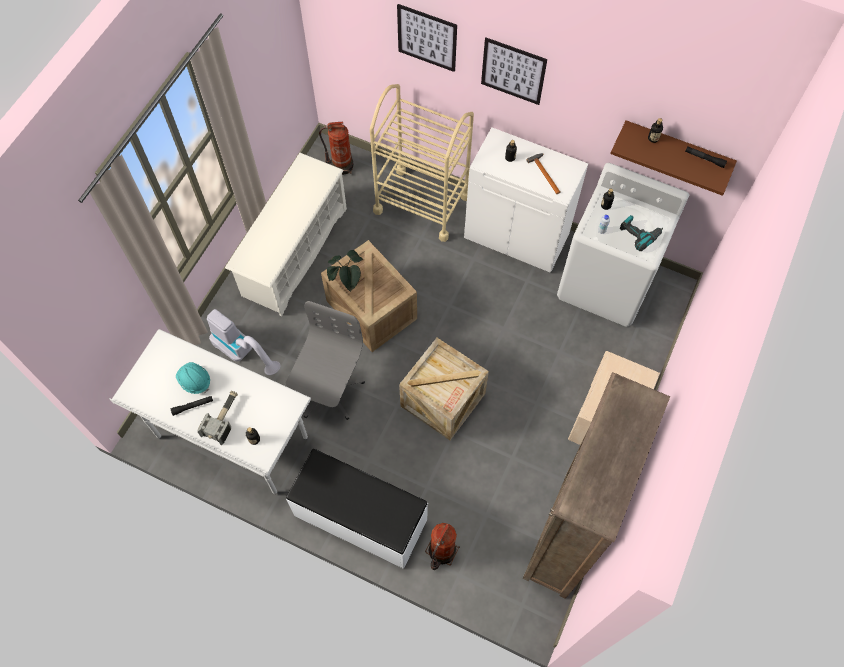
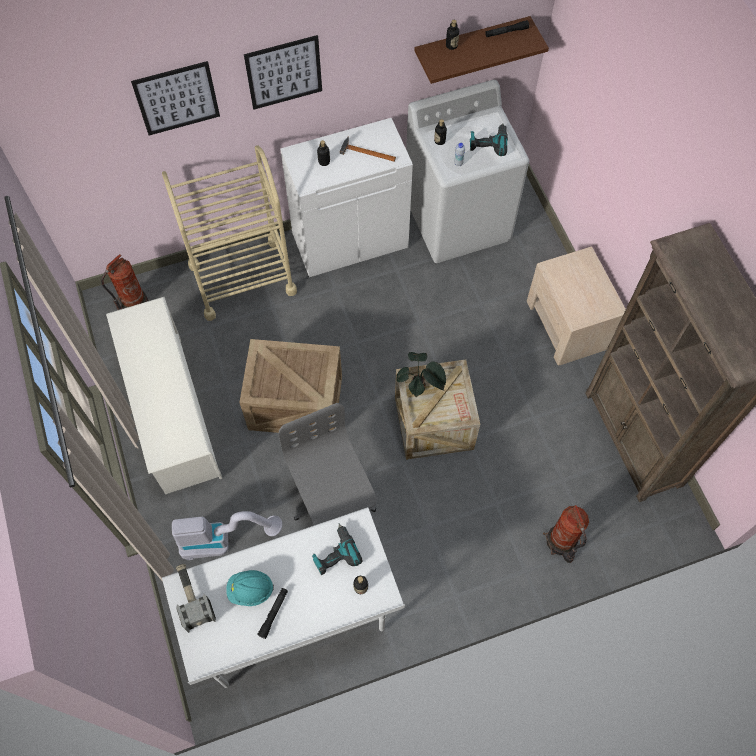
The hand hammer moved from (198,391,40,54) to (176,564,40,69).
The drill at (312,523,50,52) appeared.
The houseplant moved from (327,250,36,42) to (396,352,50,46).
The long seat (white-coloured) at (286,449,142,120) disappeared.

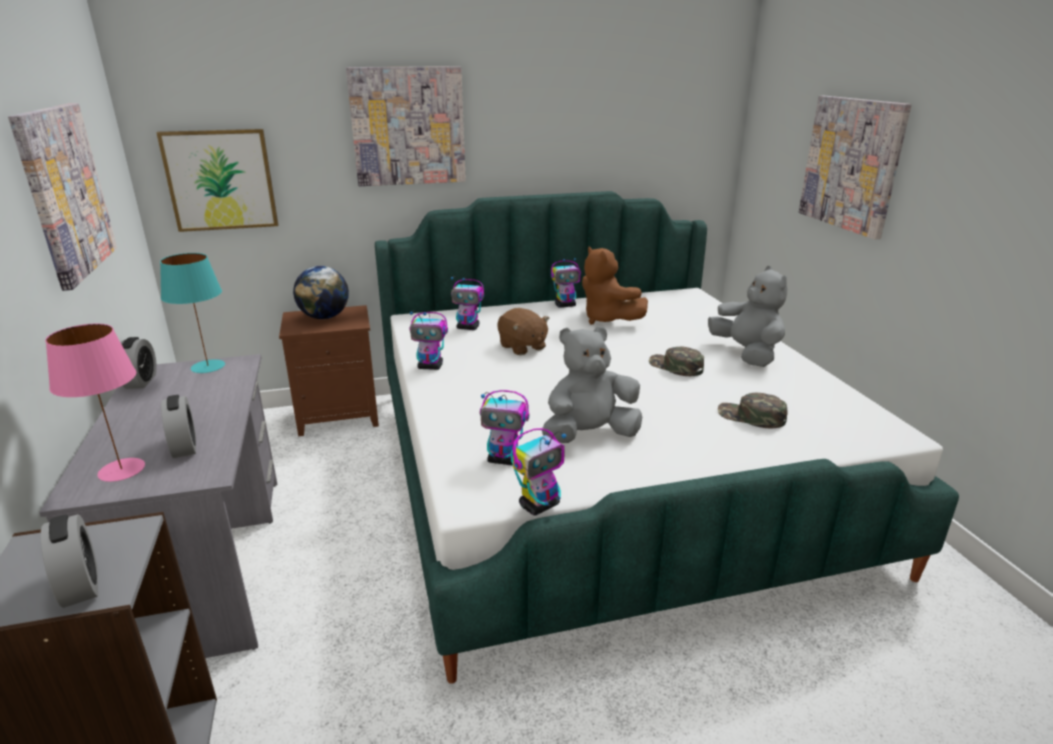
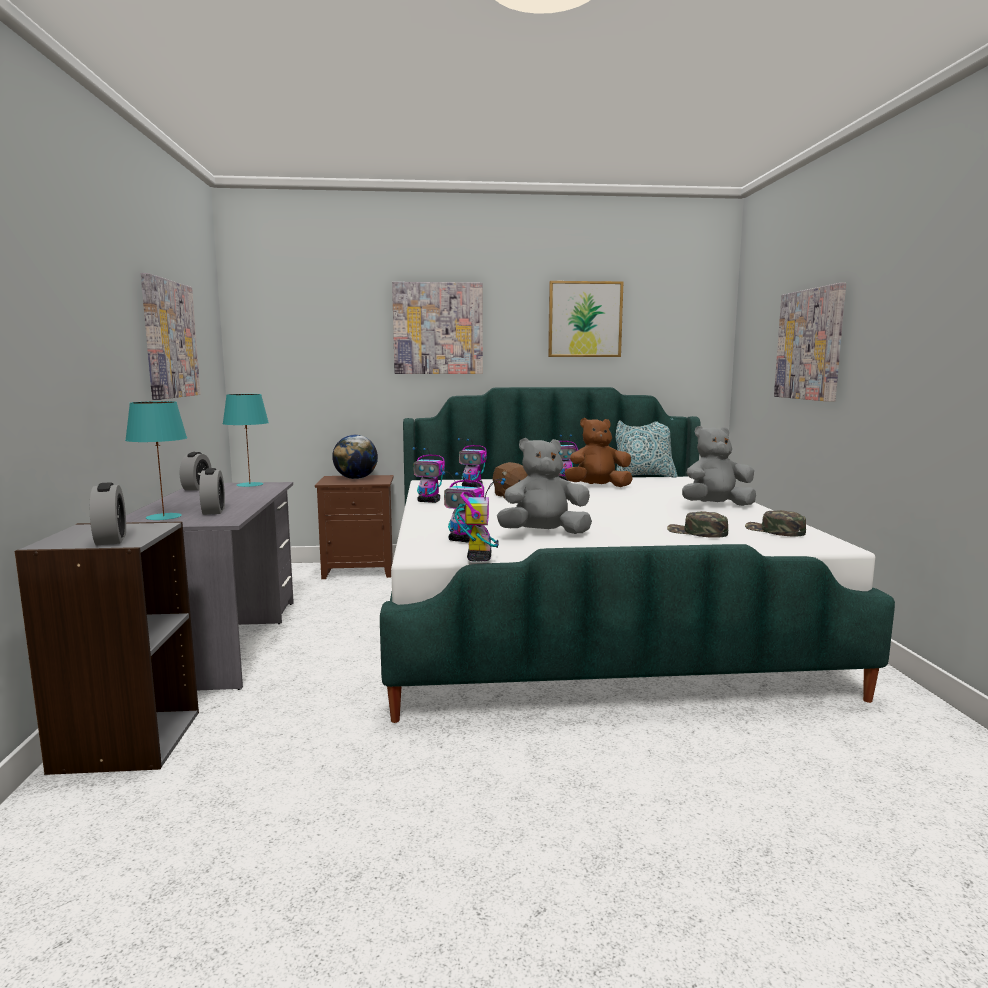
The table lamp (pink) at (45,324,100,158) became the table lamp (turquoise) at (125,401,62,119).
The toy robot at (511,428,55,88) turned 60 degrees counterclockwise.
The wall art moved from (156,129,122,103) to (548,281,75,76).
The soft toy (brown-coloured) at (582,246,66,78) turned 105 degrees clockwise.
The cushion at (615,419,62,59) appeared.
The soft toy (gray) at (708,266,80,101) turned 90 degrees counterclockwise.
The cap (green) moved from (649,346,55,30) to (745,510,61,26).

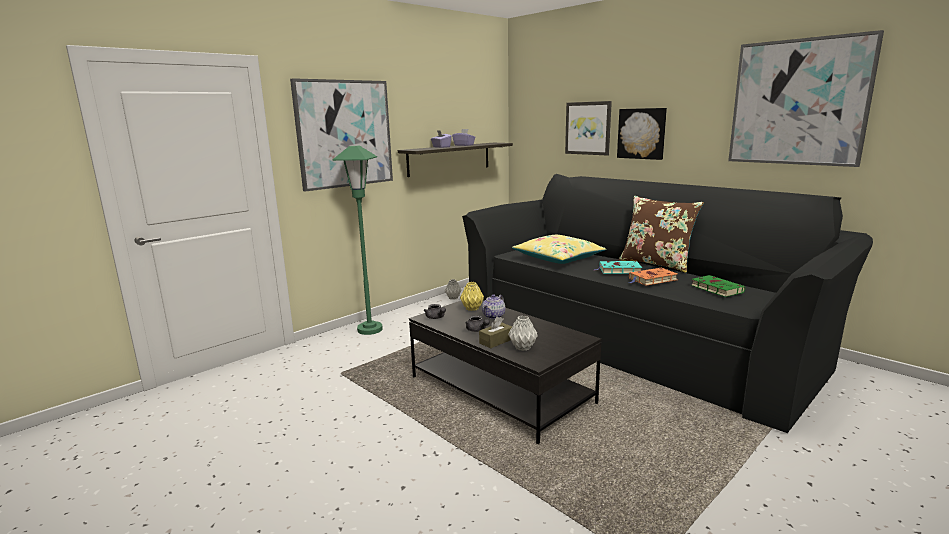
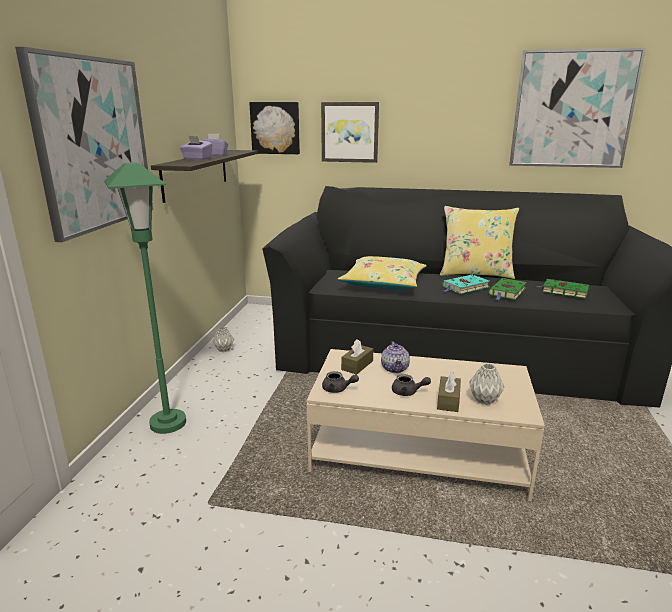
The wall art moved from (617,108,50,52) to (249,102,51,52).
The lounge table (black-coloured) at (409,300,192,144) became the lounge table (beige) at (307,349,238,152).
The flower vase (yellow) at (460,282,24,29) was replaced by the tissue box (brown-coloured) at (341,339,32,36).
The cushion (brown-coloured) at (619,196,85,77) became the cushion (yellow) at (440,206,79,73).
The bound book (orangey) at (629,268,48,18) became the bound book (green) at (488,278,39,22).

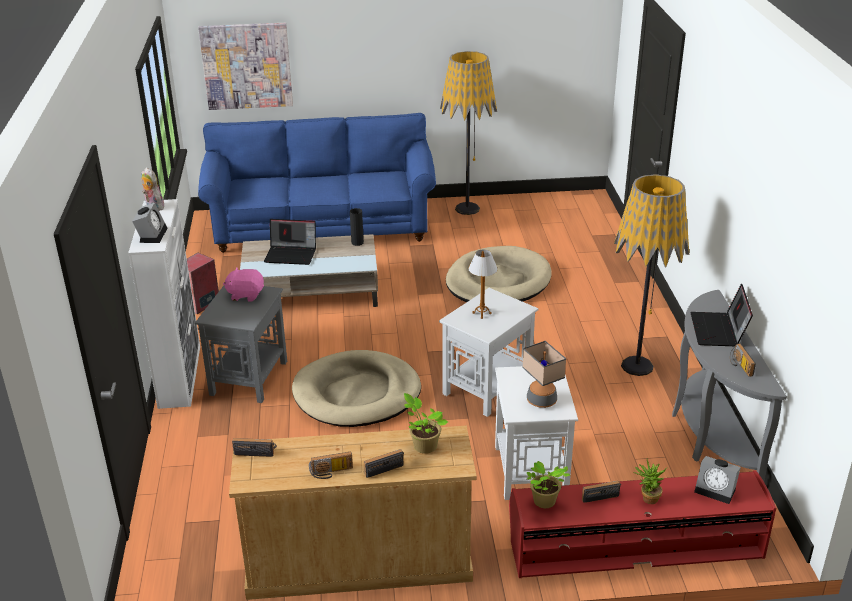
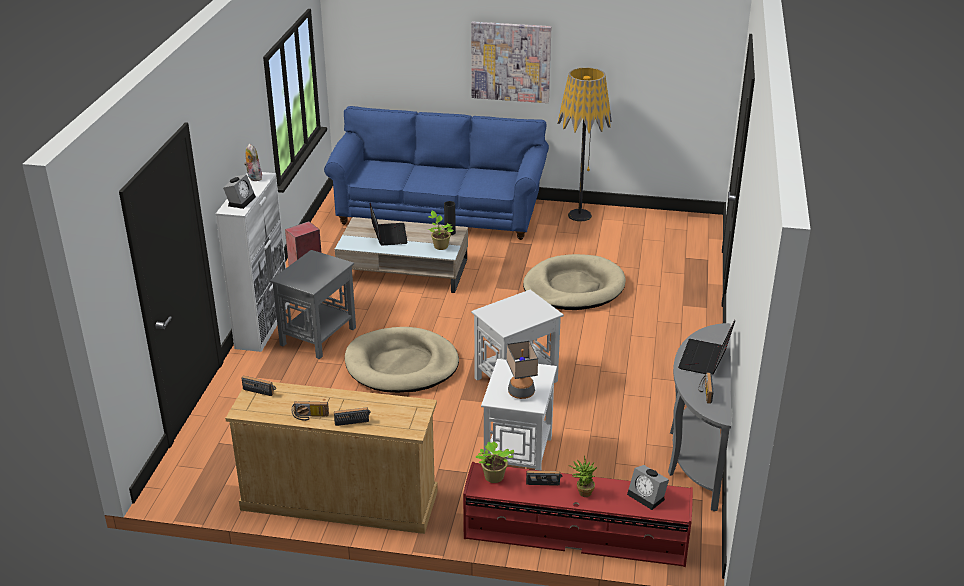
The portable computer at (264,219,52,46) turned 120 degrees counterclockwise.
The houseplant moved from (404,393,44,61) to (428,211,25,39).
The wall art moved from (198,23,95,87) to (471,21,80,82).
The soft toy (pink) at (223,267,41,35) disappeared.
The table lamp at (469,250,29,69) disappeared.
The standing lamp at (614,174,75,202) disappeared.

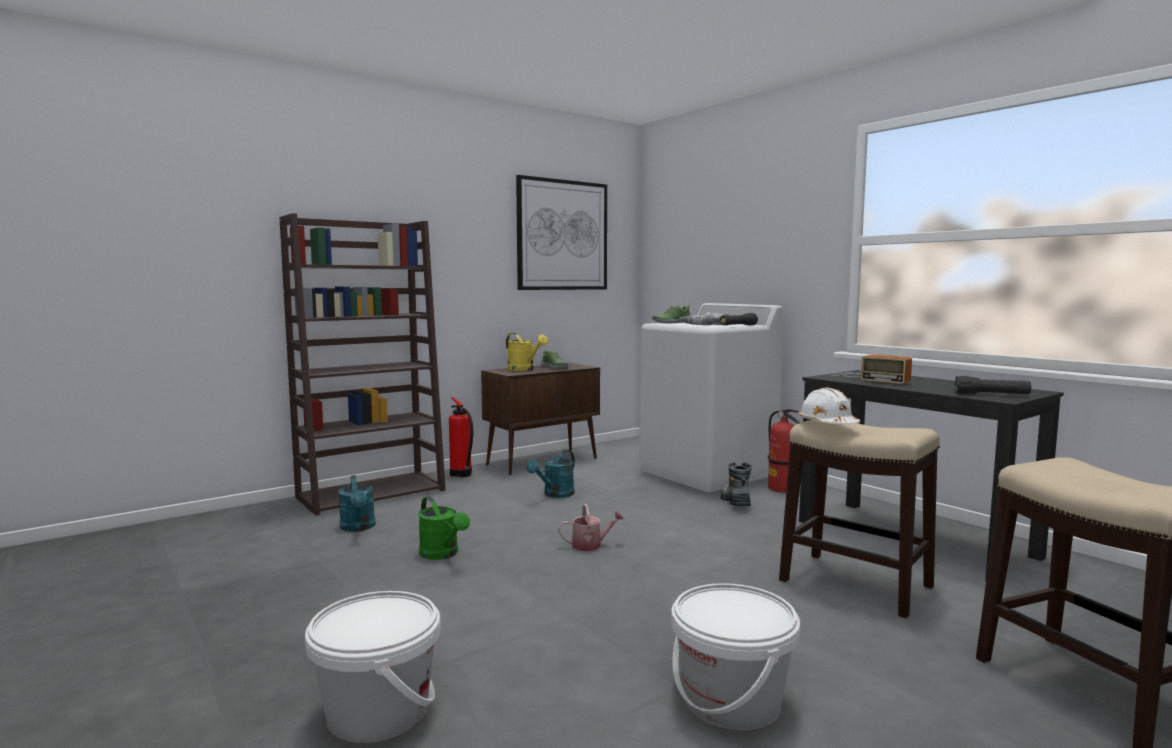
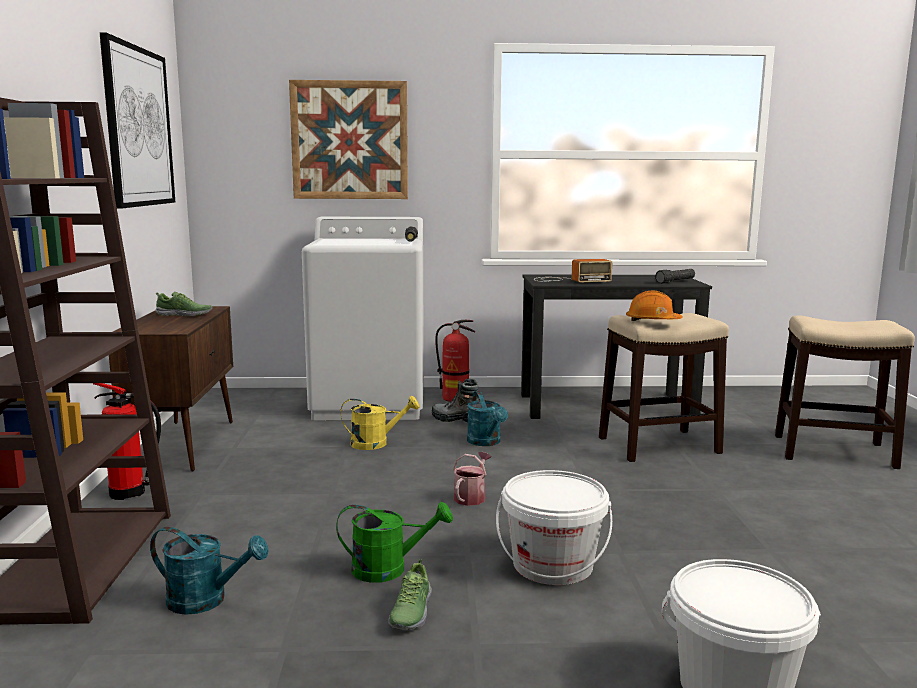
The wall art at (289,80,119,119) appeared.
The watering can (yellow) moved from (506,333,42,38) to (341,396,78,54).
The item of footwear moved from (652,305,38,19) to (388,559,44,71).
The watering can (turquoise) moved from (527,450,48,48) to (467,391,41,55).
The bucket (white-coloured) moved from (671,583,129,147) to (496,470,116,115).
The safety helmet (white-coloured) at (799,388,61,37) became the safety helmet (orangey) at (626,290,57,31).
The drill at (679,313,51,12) disappeared.

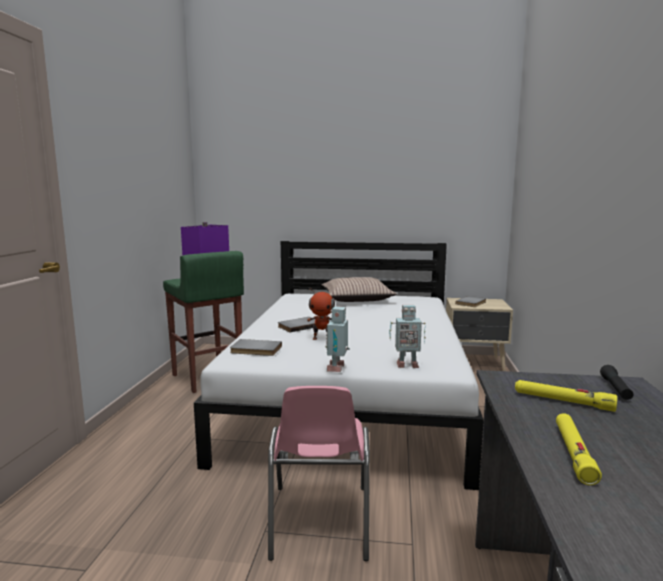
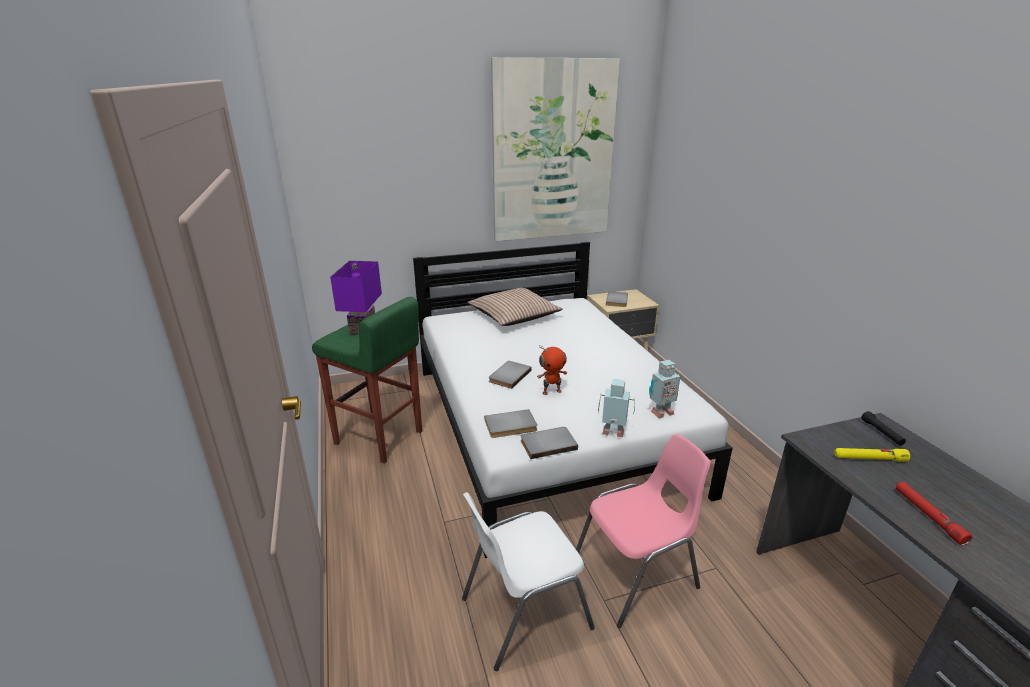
The upright chair (white-coloured) at (462,492,133,179) appeared.
The wall art at (491,57,129,184) appeared.
The bound book (gray) at (521,427,57,32) appeared.
The upright chair (pink) at (268,386,102,175) turned 90 degrees counterclockwise.
The toy robot at (325,306,25,66) turned 120 degrees clockwise.
The flashlight (yellow) at (556,413,46,72) became the flashlight (red-coloured) at (896,482,76,63).

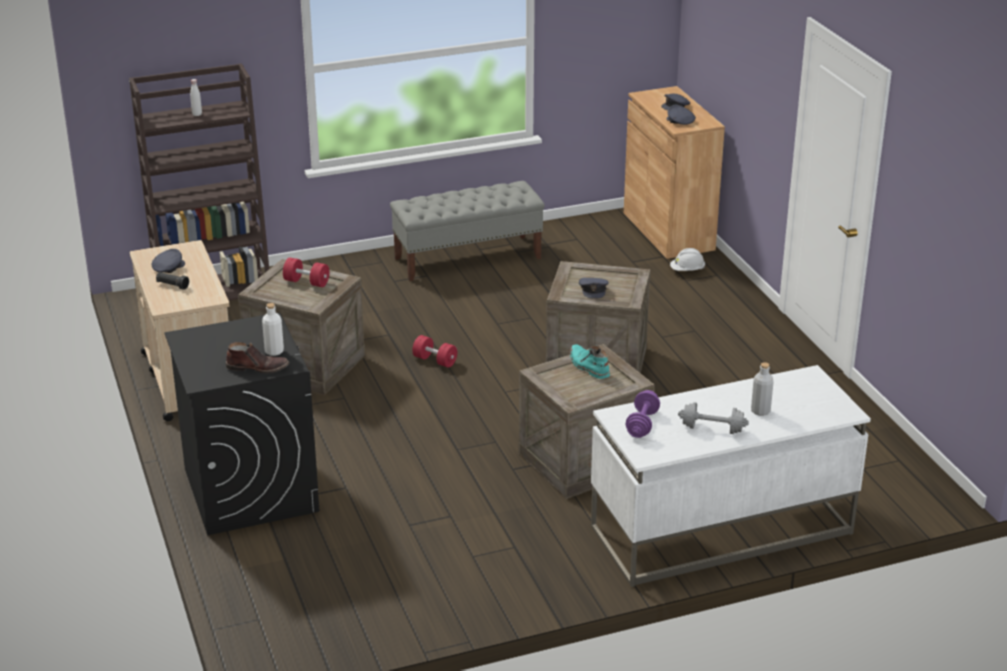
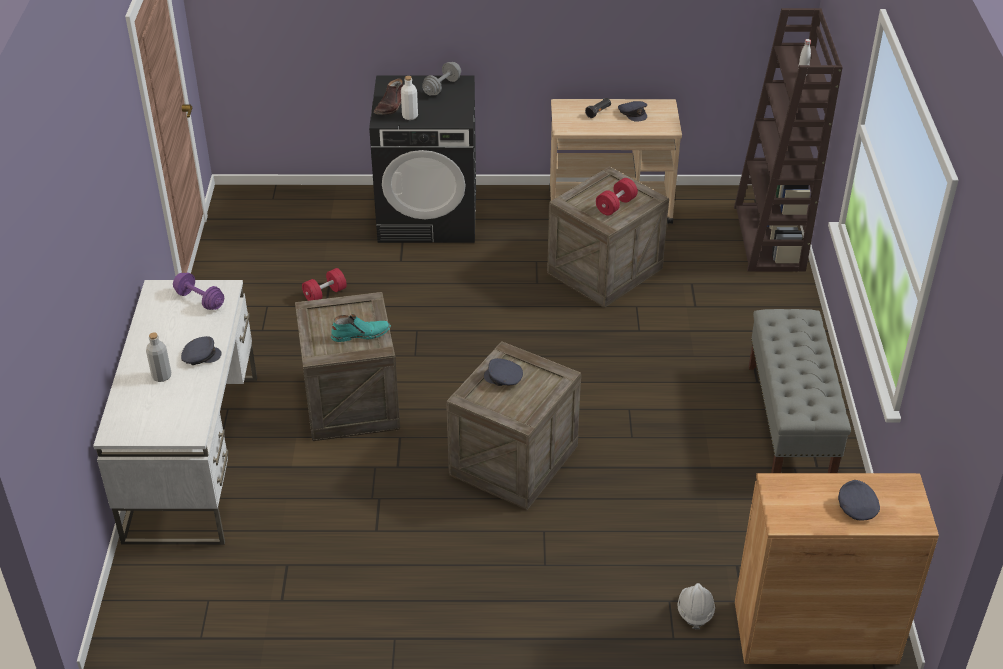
The cap (gray) moved from (666,104,30,21) to (181,336,41,29).
The free weight (red-coloured) moved from (412,335,45,33) to (302,268,45,33).
The free weight (gray) moved from (678,402,71,32) to (422,62,39,34).

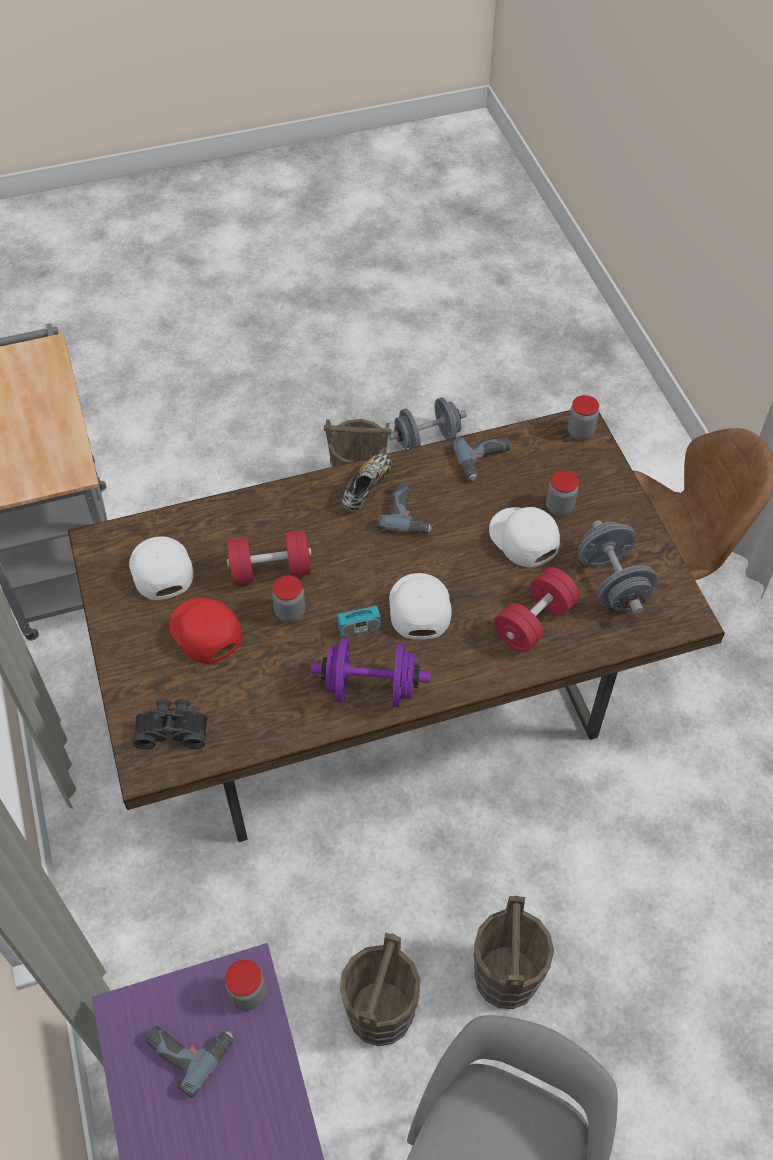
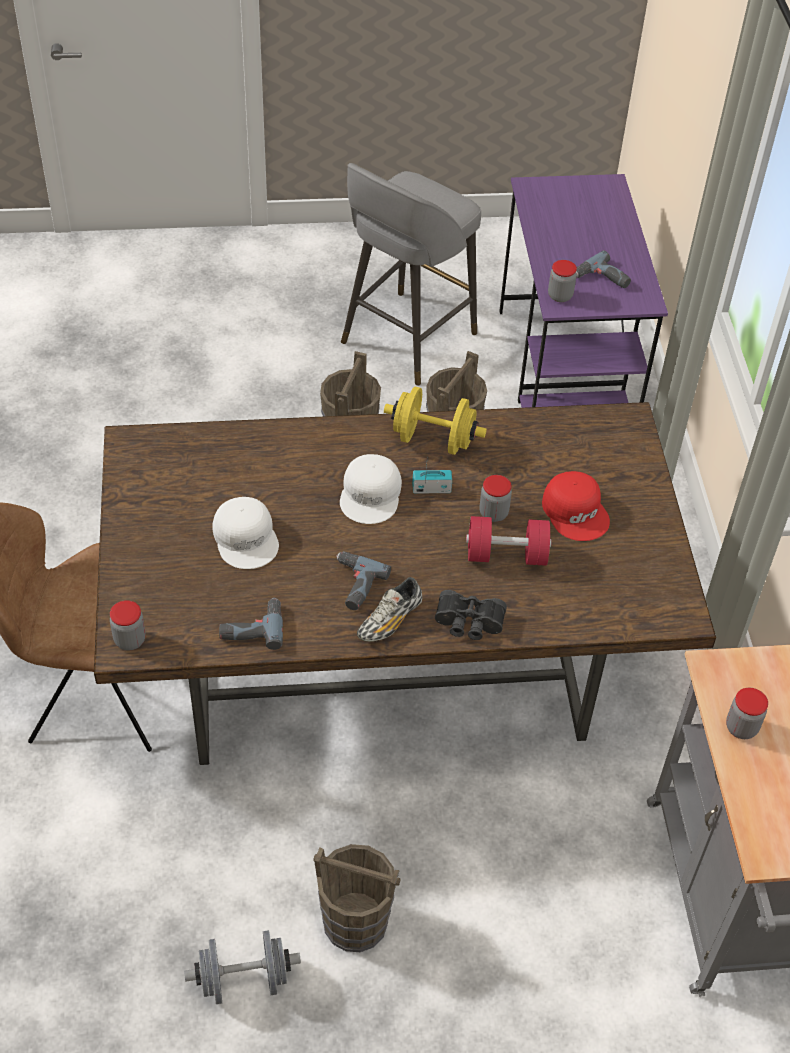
The free weight (purple) at (311,638,120,69) became the free weight (yellow) at (384,387,103,68).
The binoculars (black-coloured) moved from (133,699,75,50) to (435,590,72,50).
The jar moved from (546,470,33,46) to (726,688,42,51).
The cap (white-coloured) at (129,537,65,63) disappeared.
The free weight (red-coloured) at (494,567,86,85) disappeared.
The free weight (gray) at (578,521,79,93) disappeared.

